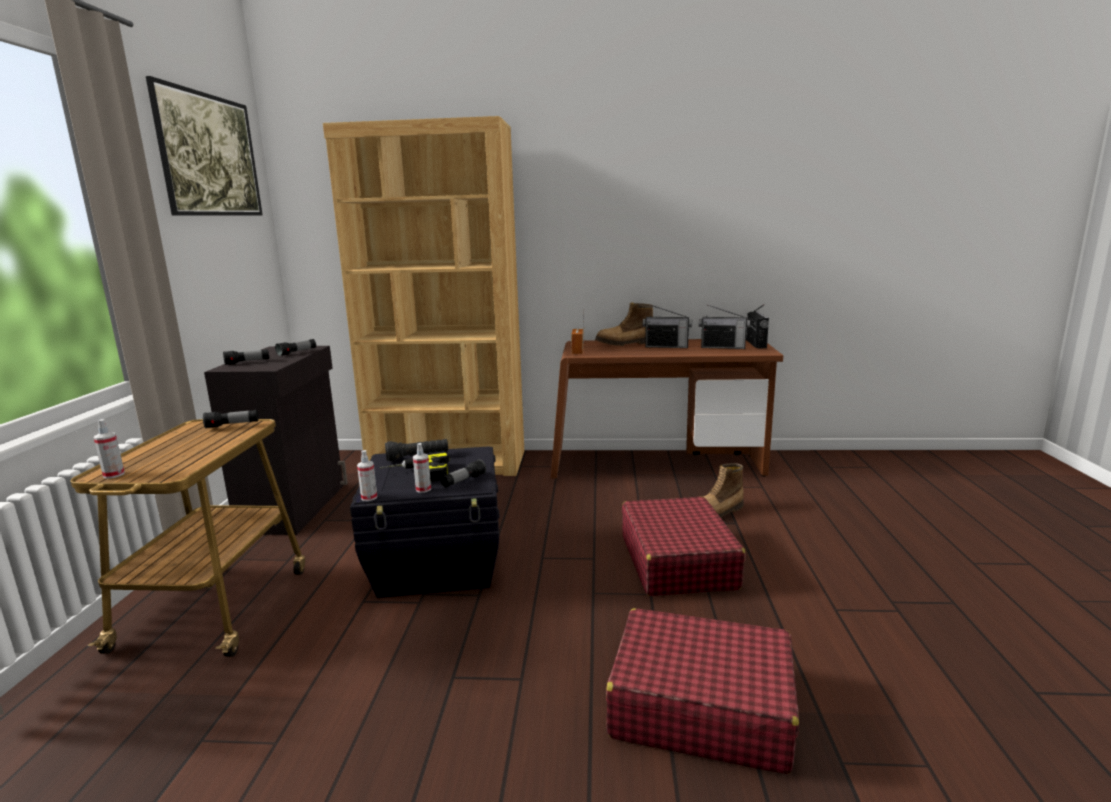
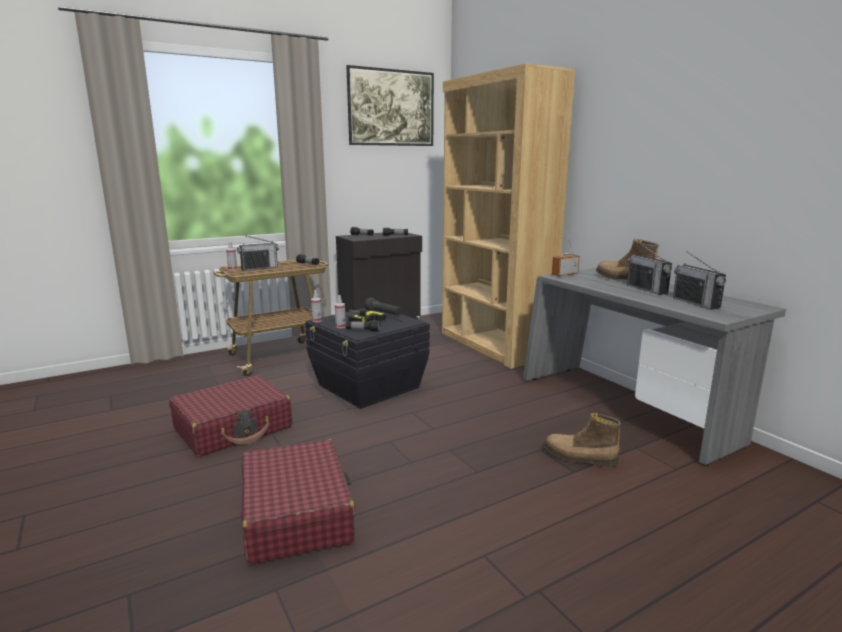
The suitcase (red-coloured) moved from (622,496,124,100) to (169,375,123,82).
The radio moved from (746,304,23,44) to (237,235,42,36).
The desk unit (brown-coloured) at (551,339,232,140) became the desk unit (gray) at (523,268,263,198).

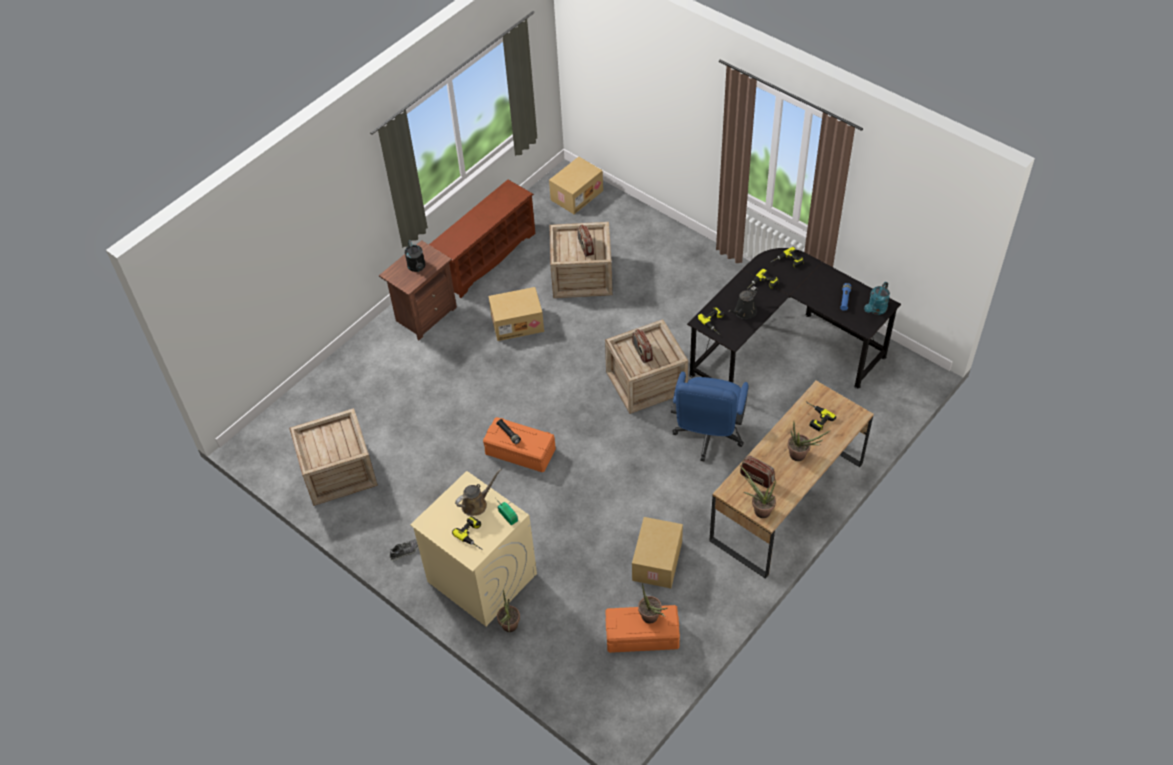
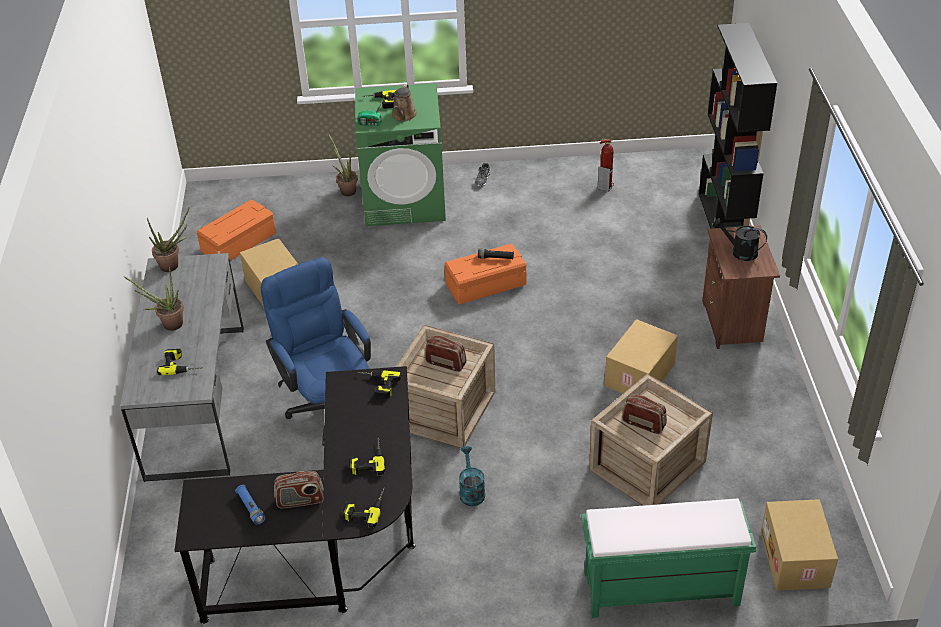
The desk unit (brown-coloured) at (709,381,165,198) became the desk unit (gray) at (120,253,124,229).
The radio moved from (740,455,35,33) to (274,471,50,37).
The washing machine (beige) at (410,471,127,155) became the washing machine (green) at (355,83,91,143).
The watering can (turquoise) moved from (864,282,26,33) to (459,446,26,60).
The long seat (green) at (581,498,175,120) appeared.
The packing crate at (289,408,89,98) was replaced by the extinguisher at (598,139,16,53).
The bookcase (black-coloured) at (699,23,78,206) appeared.
The shoe stand (brown-coloured) at (429,180,106,118) disappeared.
The houseplant at (638,583,29,41) disappeared.
The watering can (black-coloured) at (728,286,30,33) disappeared.

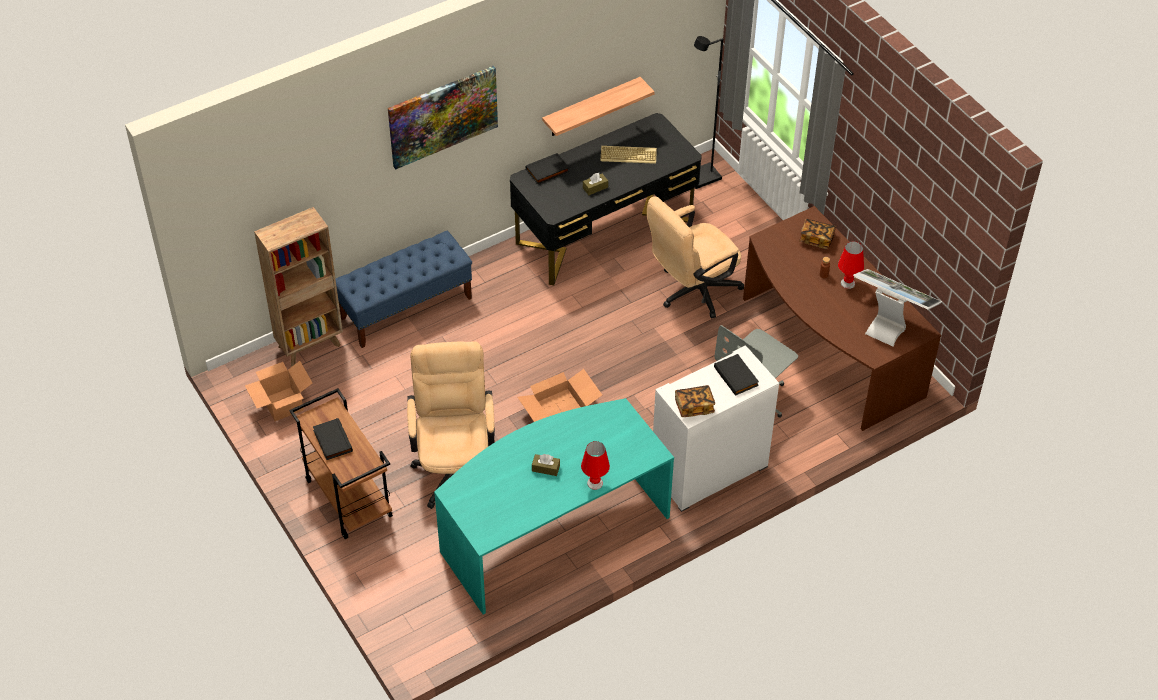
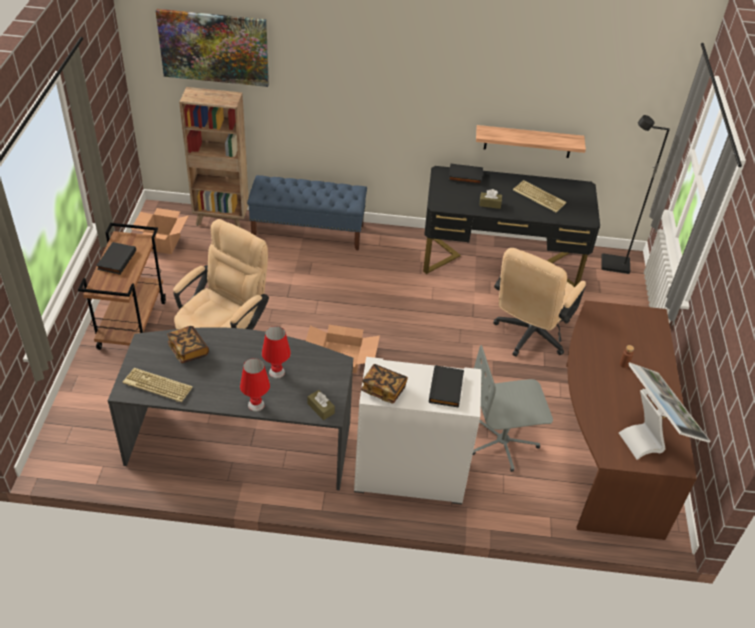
The desk unit (turquoise) at (434,398,240,216) became the desk unit (gray) at (108,327,245,164).
The PC keyboard at (123,368,70,34) appeared.
The wall art moved from (388,66,110,103) to (156,9,113,78).
The bound book moved from (799,219,37,30) to (167,326,42,37).
The table lamp (red-coloured) moved from (838,241,26,48) to (262,326,29,53).
The tissue box (brown-coloured) moved from (532,454,28,22) to (307,390,28,30).
The computer chair (beige) at (647,196,97,123) turned 60 degrees counterclockwise.

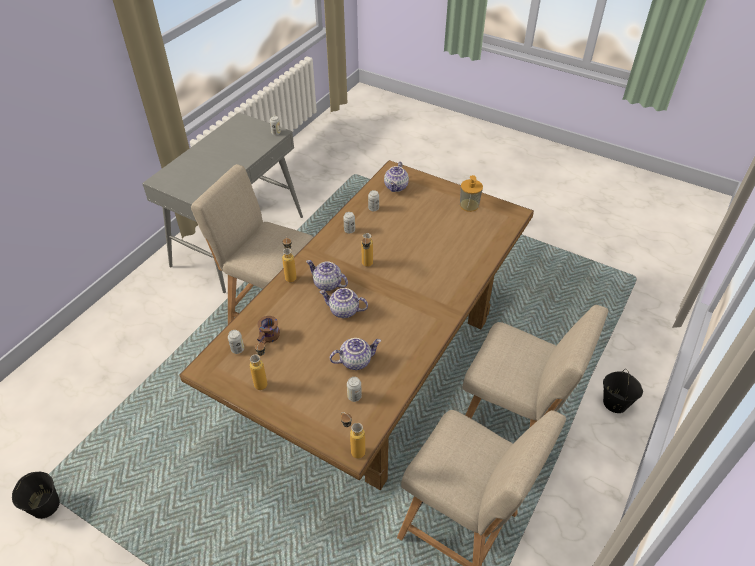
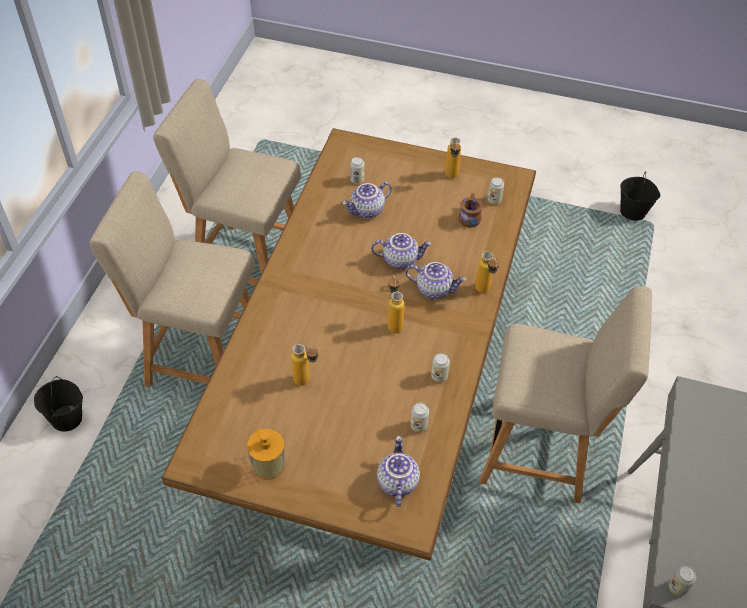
The beverage bottle moved from (341,412,24,47) to (291,344,28,42).

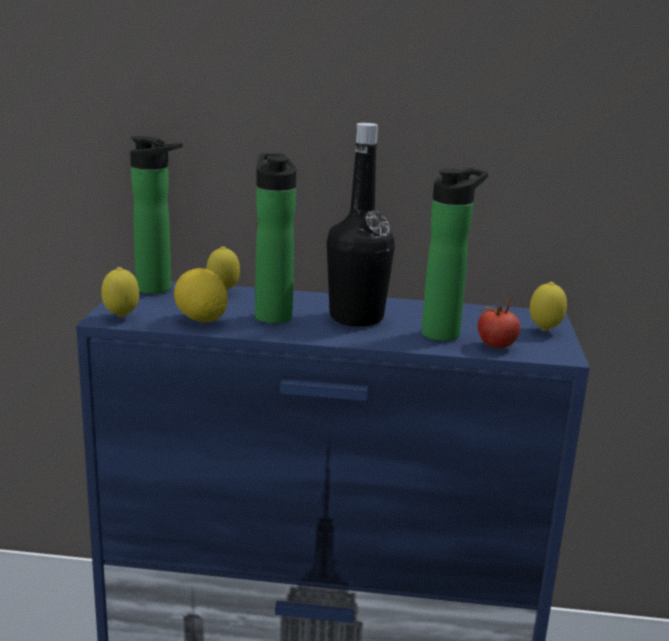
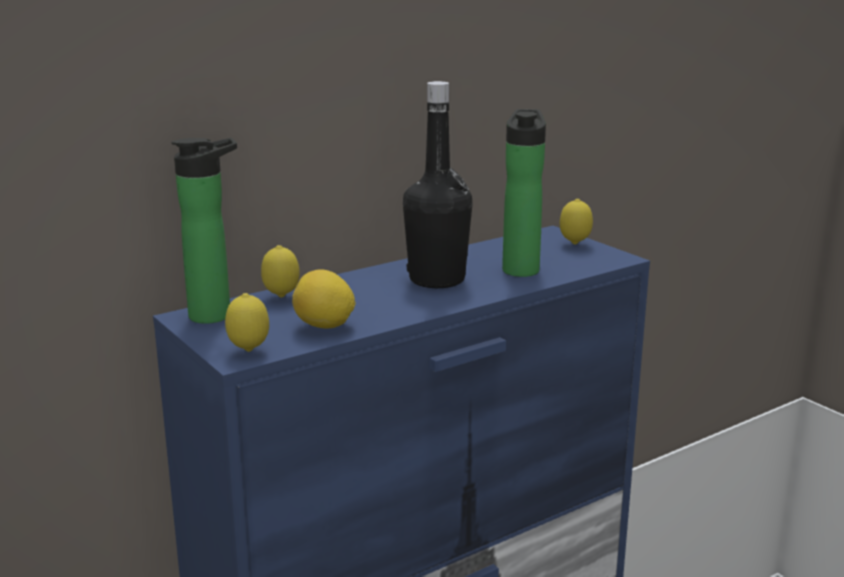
The beverage bottle at (255,153,42,171) disappeared.
The fresh tomato at (478,296,42,52) disappeared.

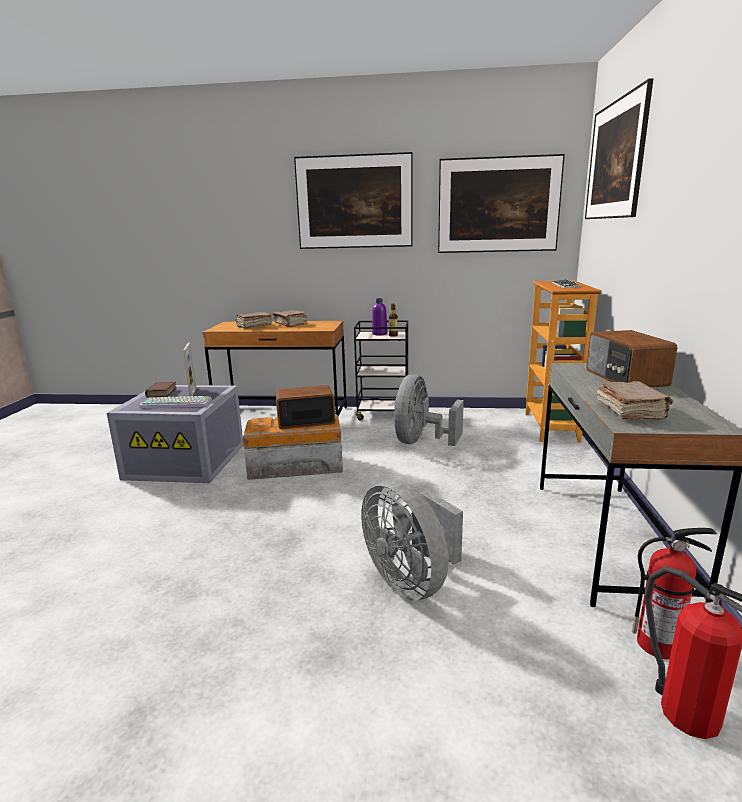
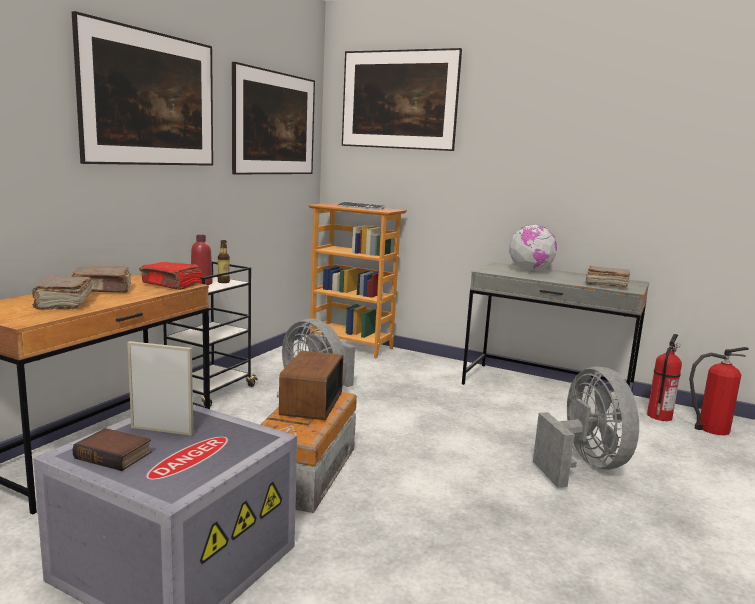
The bound book (red-coloured) at (139,262,62,28) appeared.
The beverage bottle (purple) at (372,298,15,38) became the beverage bottle (red-coloured) at (191,235,22,50).
The radio at (586,330,91,57) was replaced by the desk globe at (509,225,48,47).
The fan (gray) at (361,480,102,121) turned 90 degrees counterclockwise.
The PC keyboard at (139,396,73,12) disappeared.

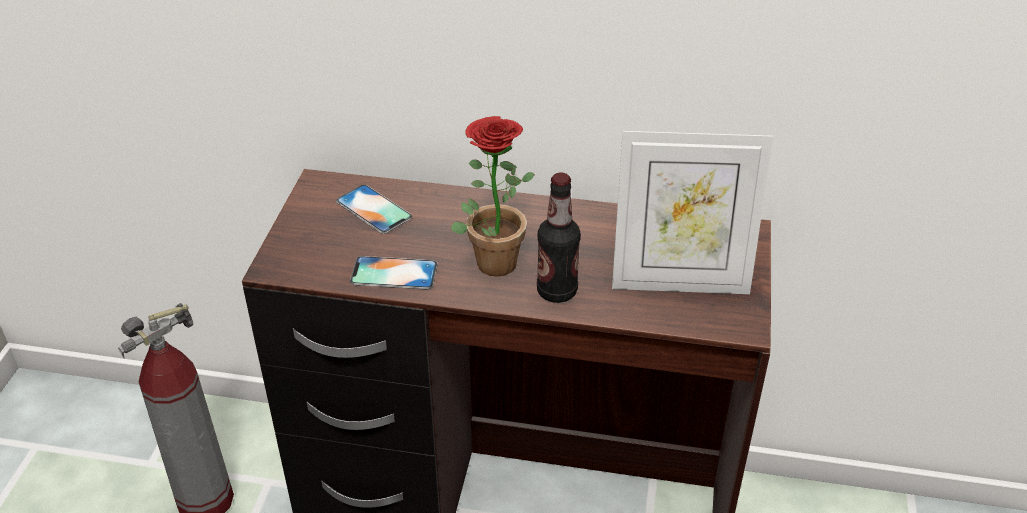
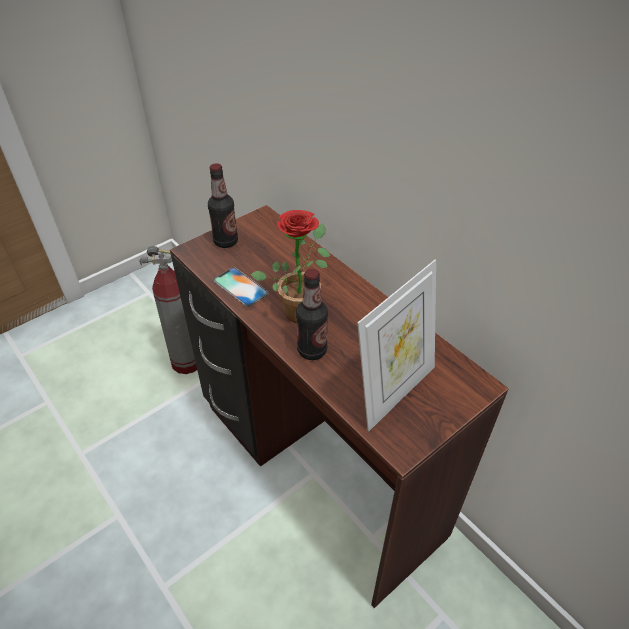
The beverage bottle at (208,163,30,85) appeared.
The standing frame at (612,131,161,163) turned 90 degrees counterclockwise.
The telephone at (336,185,76,49) disappeared.

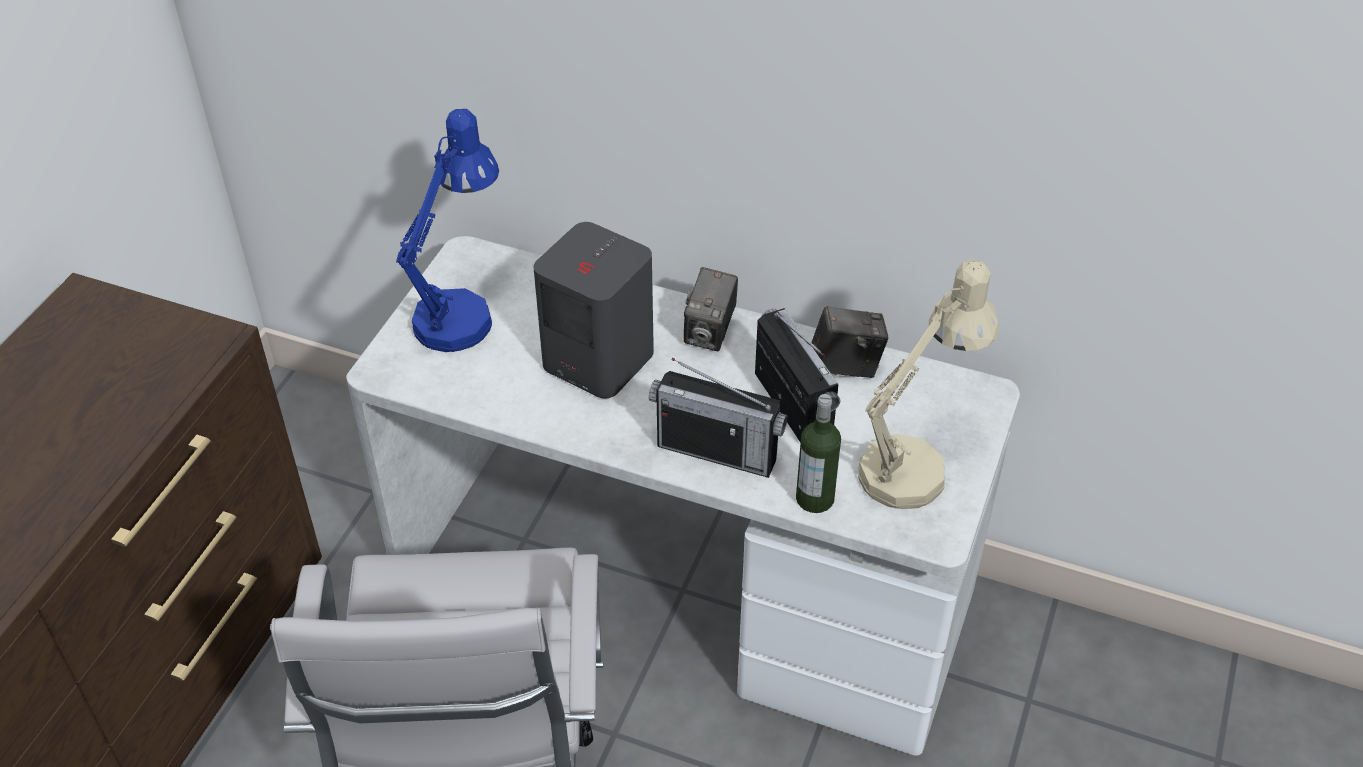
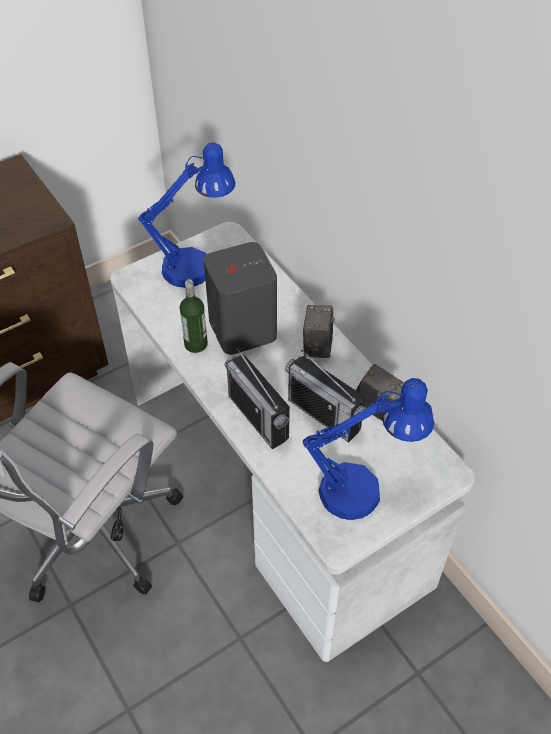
The beverage bottle moved from (796,394,45,119) to (180,279,28,74).
The radio at (755,308,85,135) turned 120 degrees clockwise.
The still camera at (684,267,54,84) turned 135 degrees clockwise.
The table lamp (beige) at (858,259,141,250) became the table lamp (bluish) at (303,378,131,142).

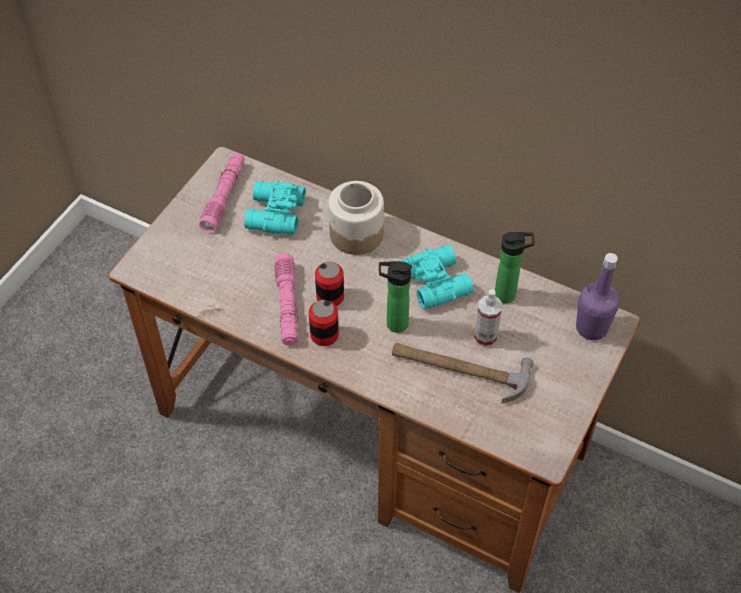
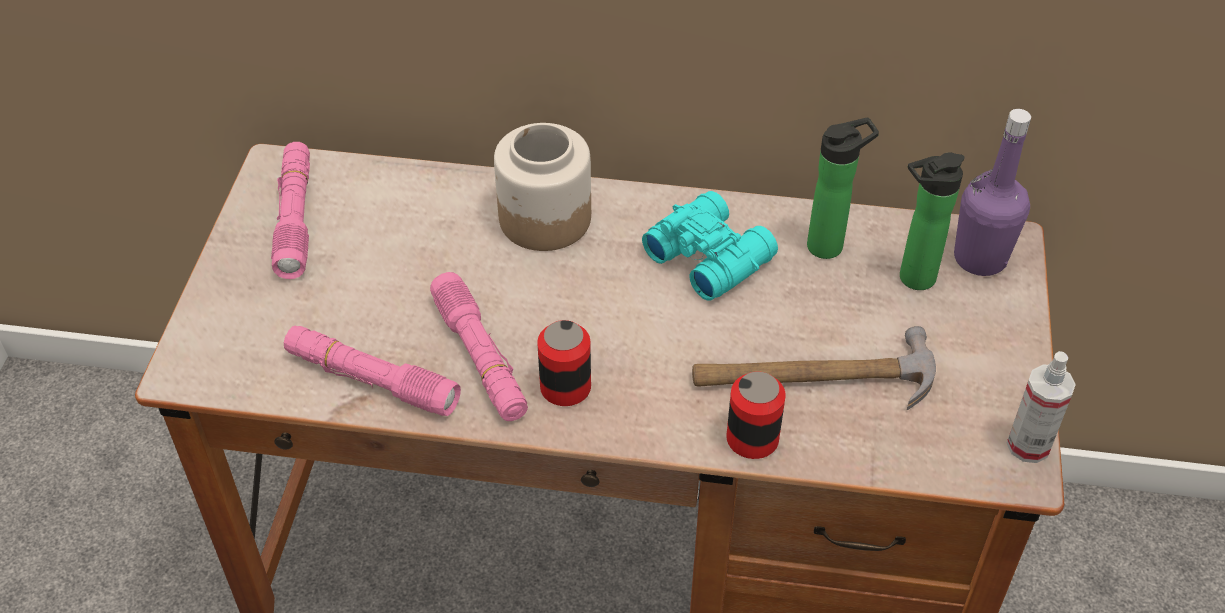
The flashlight (pink) at (284,326,177,90) appeared.
The metal can moved from (315,262,29,44) to (726,371,60,88).
The beverage bottle moved from (379,261,33,72) to (900,153,64,137).
The sprayer moved from (474,289,28,58) to (1007,351,69,112).
The binoculars (turquoise) at (244,180,62,55) disappeared.

